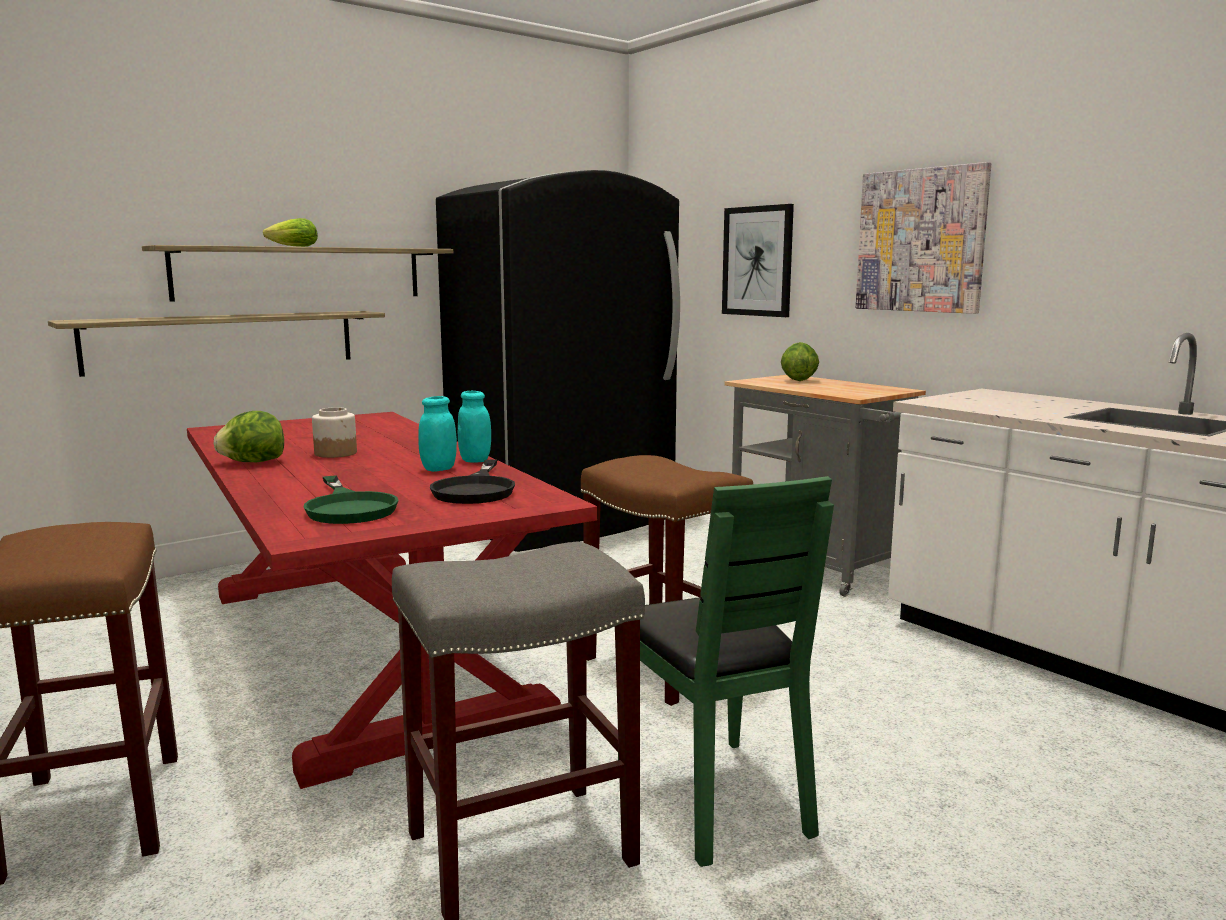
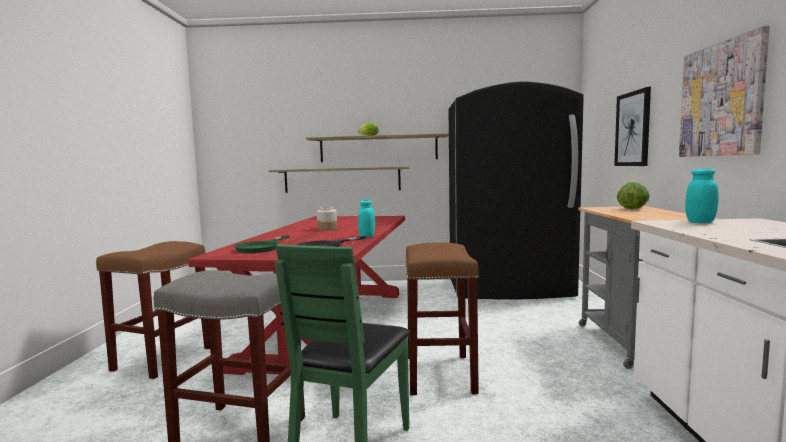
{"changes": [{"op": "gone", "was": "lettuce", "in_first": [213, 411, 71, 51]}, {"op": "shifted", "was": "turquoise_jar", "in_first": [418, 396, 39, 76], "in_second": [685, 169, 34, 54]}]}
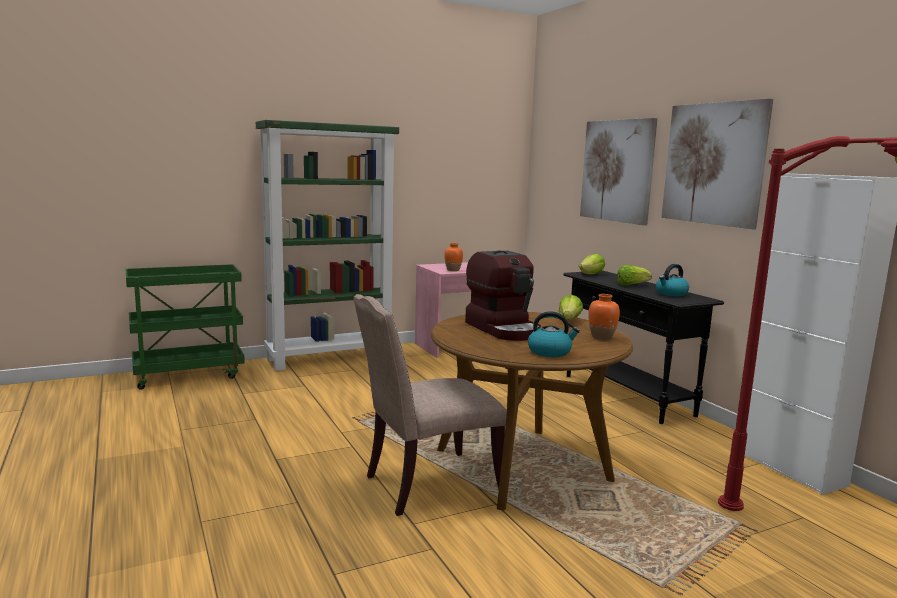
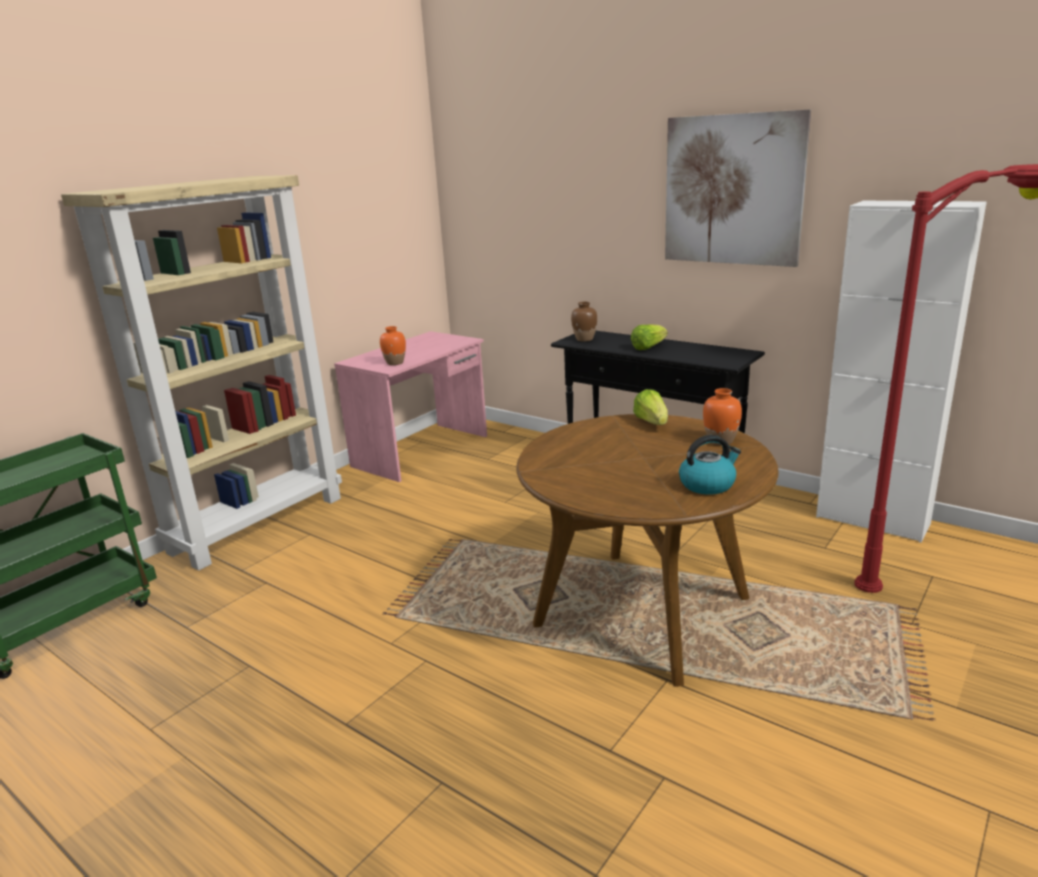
{"changes": [{"op": "repainted", "was": "green_bookcase", "now": "beige_bookcase", "in_first": [256, 120, 143, 251], "in_second": [61, 175, 281, 396]}, {"op": "gone", "was": "beige_chair", "in_first": [353, 294, 154, 222]}, {"op": "gone", "was": "coffee_machine", "in_first": [465, 251, 76, 90]}, {"op": "swapped", "was": "lettuce", "now": "brown_vase", "in_first": [579, 254, 26, 20], "in_second": [571, 302, 26, 40]}, {"op": "gone", "was": "picture", "in_first": [580, 118, 78, 108]}, {"op": "gone", "was": "kettle", "in_first": [656, 264, 33, 32]}]}
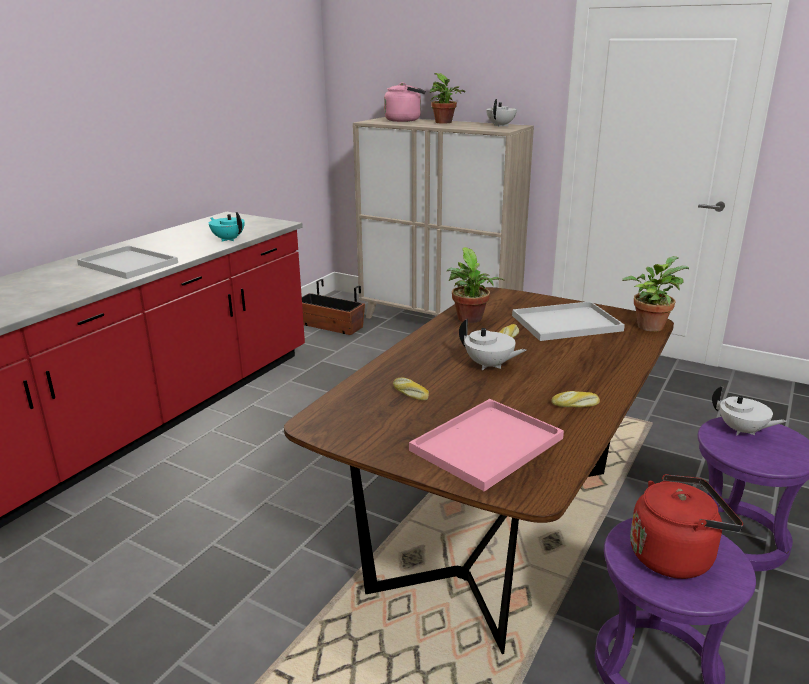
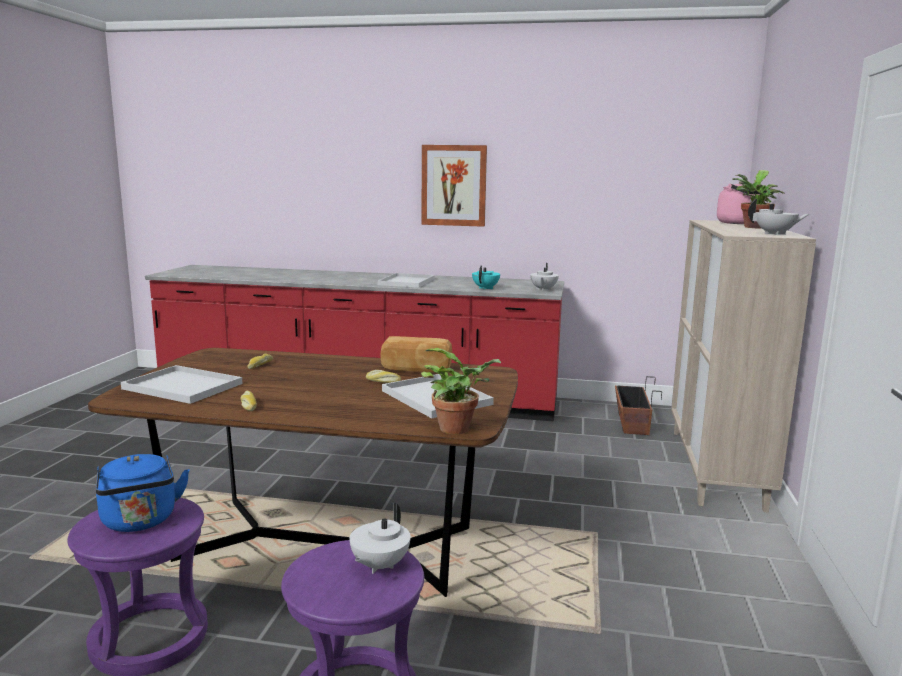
{"changes": [{"op": "repainted", "was": "pink_tray", "now": "white_tray", "in_first": [409, 399, 155, 92], "in_second": [121, 365, 121, 39]}, {"op": "swapped", "was": "potted_plant", "now": "bread", "in_first": [447, 247, 58, 76], "in_second": [380, 336, 72, 36]}, {"op": "shifted", "was": "white_teapot", "in_first": [459, 319, 67, 51], "in_second": [530, 263, 29, 28]}, {"op": "repainted", "was": "red_kettle", "now": "blue_kettle", "in_first": [630, 474, 113, 105], "in_second": [96, 454, 94, 78]}, {"op": "new", "now": "picture", "in_second": [421, 145, 66, 82]}]}
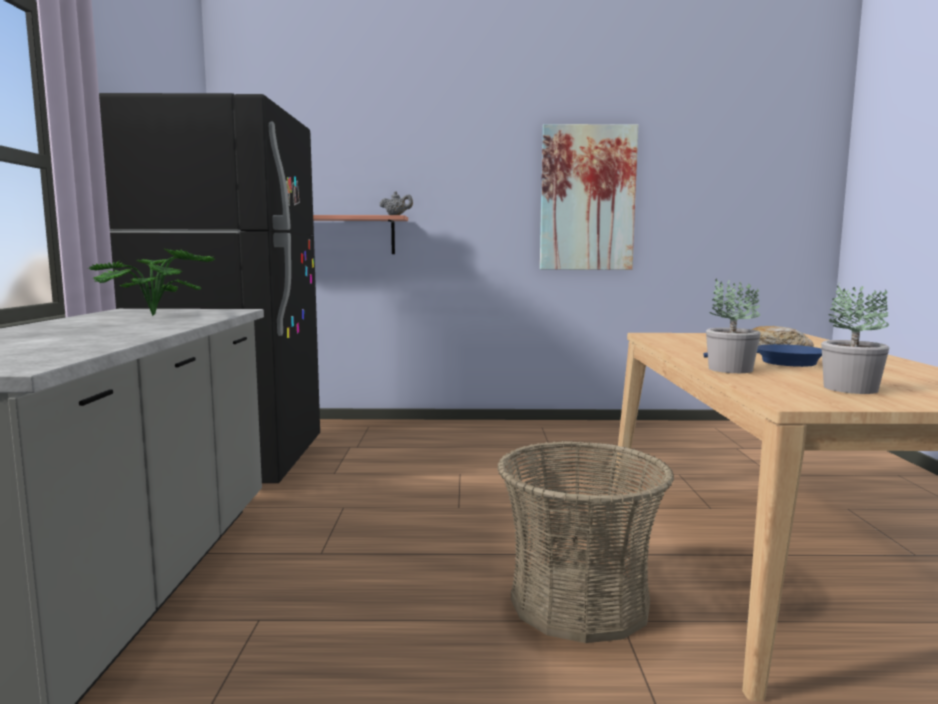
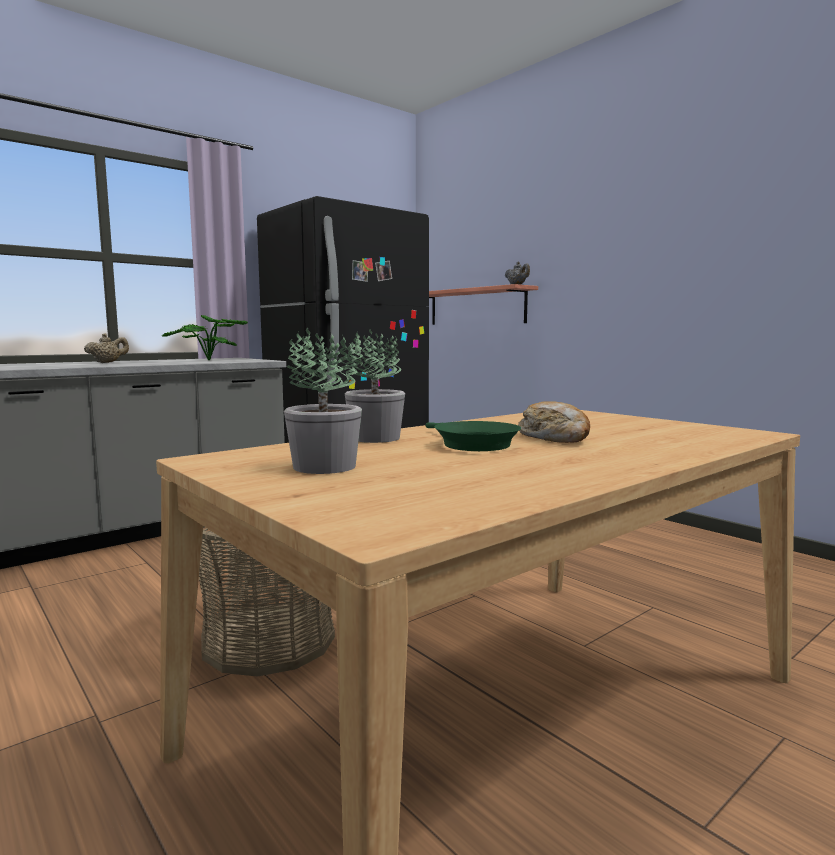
{"changes": [{"op": "gone", "was": "picture", "in_first": [540, 124, 98, 146]}, {"op": "repainted", "was": "blue_frying_pan", "now": "green_frying_pan", "in_first": [704, 344, 118, 23], "in_second": [426, 421, 95, 30]}, {"op": "new", "now": "beige_teapot", "in_second": [84, 333, 45, 30]}]}
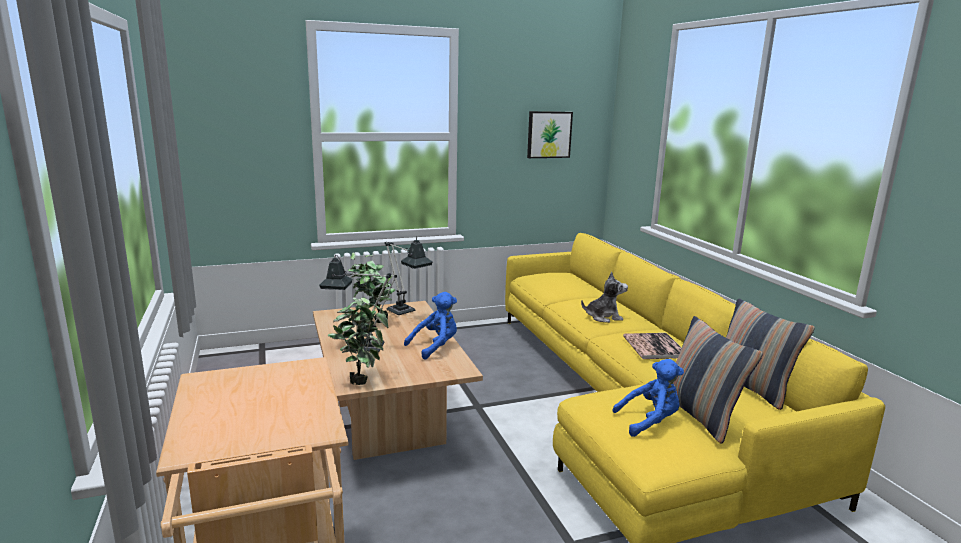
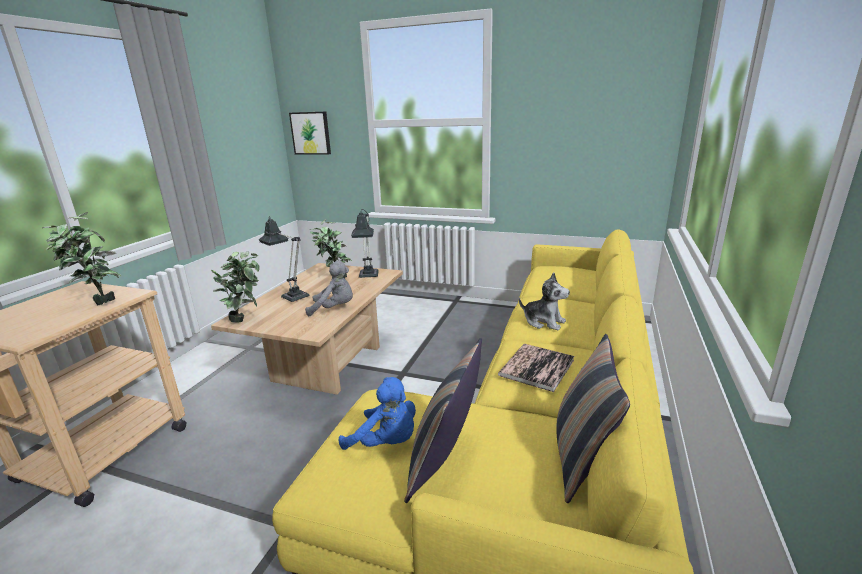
{"changes": [{"op": "repainted", "was": "blue_plush_toy", "now": "grey_plush_toy", "in_first": [404, 292, 53, 68], "in_second": [305, 261, 48, 56]}, {"op": "shifted", "was": "picture", "in_first": [527, 111, 46, 47], "in_second": [289, 111, 42, 43]}, {"op": "new", "now": "potted_plant", "in_second": [42, 212, 79, 93]}]}
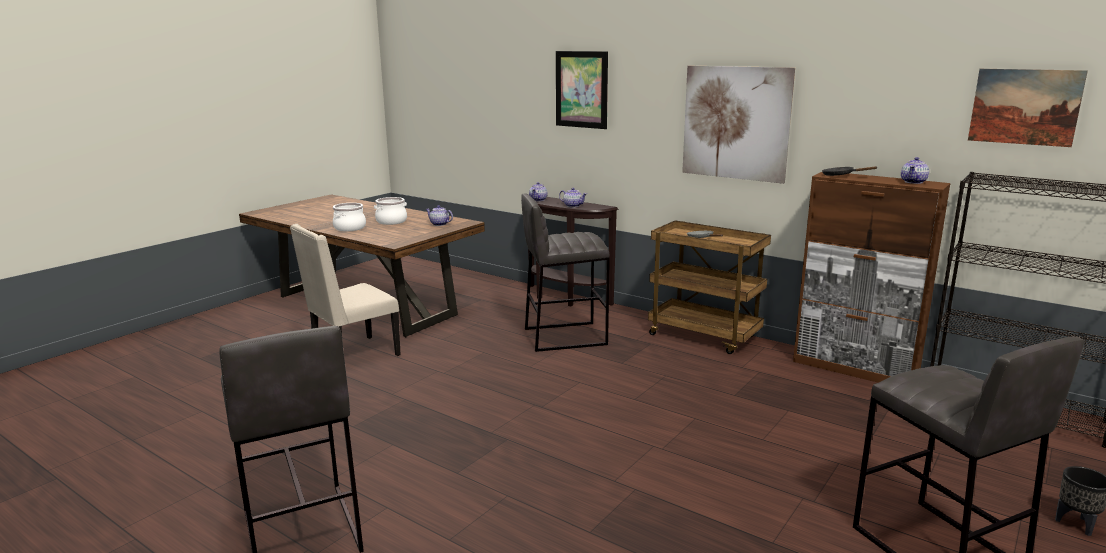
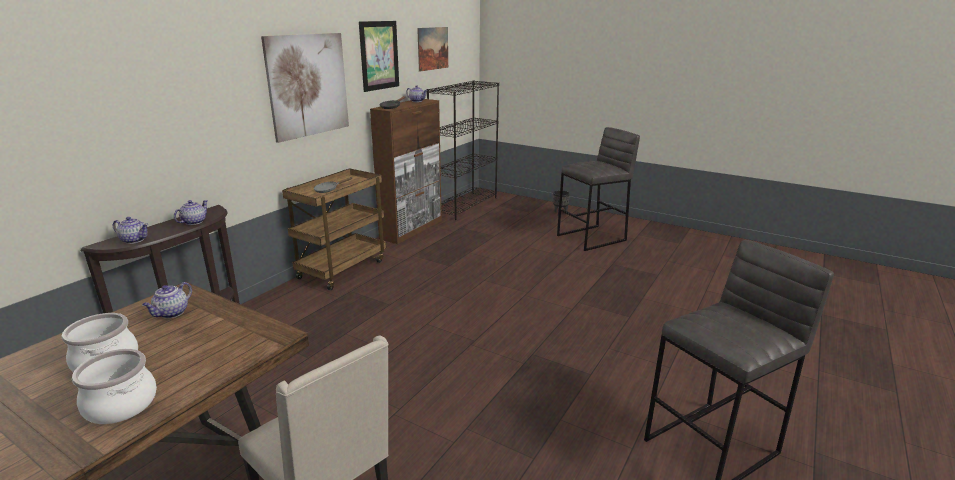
{"changes": [{"op": "gone", "was": "grey_stool", "in_first": [521, 193, 89, 159]}, {"op": "shifted", "was": "picture", "in_first": [556, 51, 52, 78], "in_second": [359, 21, 40, 71]}]}
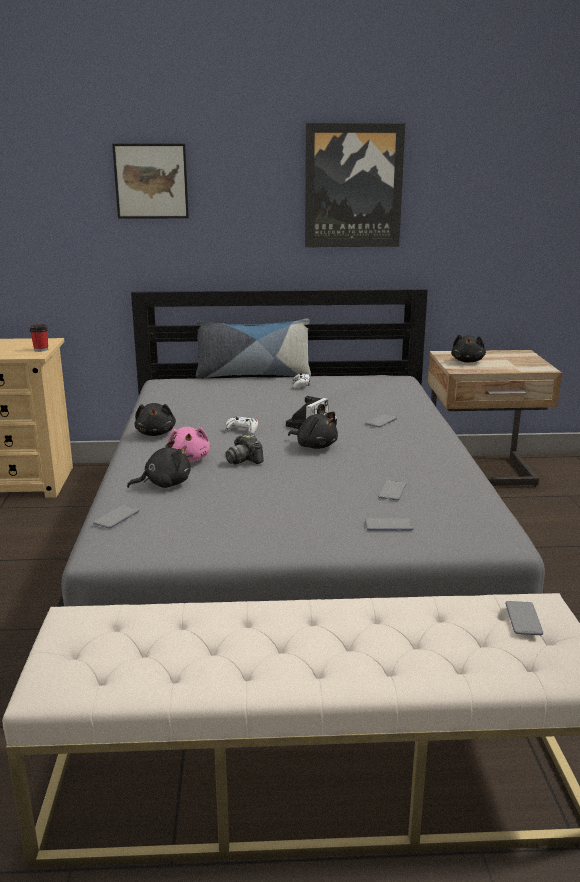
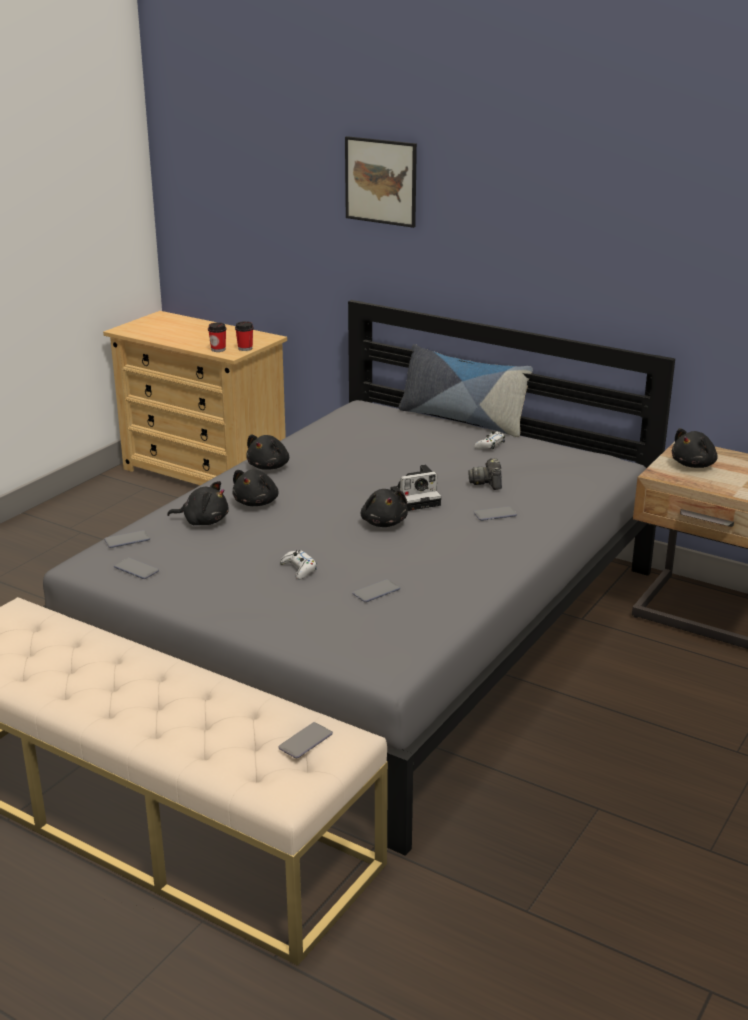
{"changes": [{"op": "repainted", "was": "pink_plush_toy", "now": "black_plush_toy", "in_first": [168, 427, 42, 35], "in_second": [232, 469, 47, 37]}, {"op": "shifted", "was": "white_game_controller", "in_first": [225, 417, 33, 17], "in_second": [280, 550, 37, 30]}, {"op": "shifted", "was": "photo_camera", "in_first": [226, 434, 38, 31], "in_second": [468, 458, 34, 32]}, {"op": "gone", "was": "picture", "in_first": [305, 123, 100, 124]}, {"op": "shifted", "was": "phone", "in_first": [365, 518, 49, 13], "in_second": [114, 558, 45, 21]}, {"op": "new", "now": "cup", "in_second": [208, 322, 19, 30]}]}
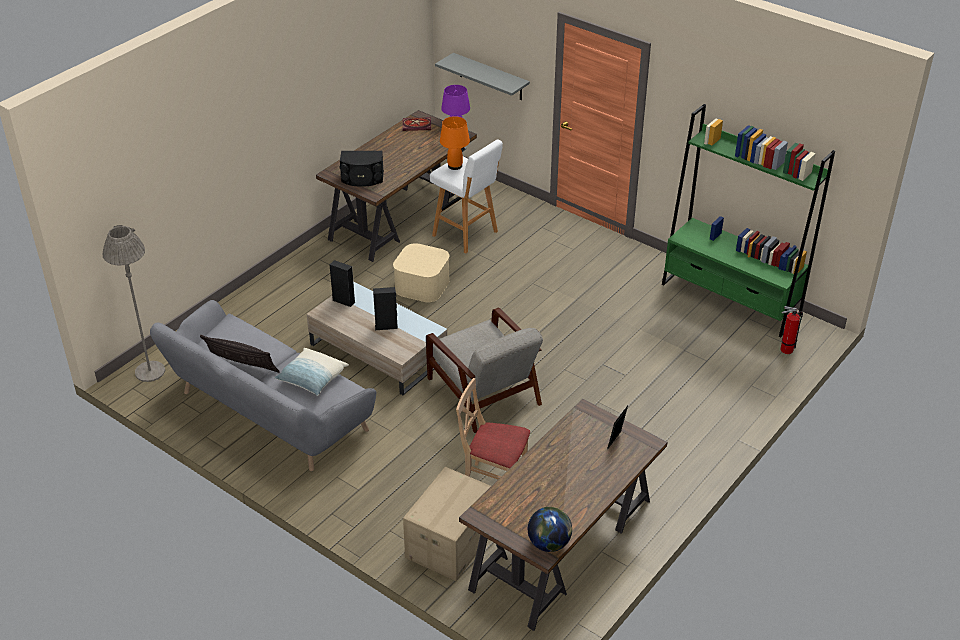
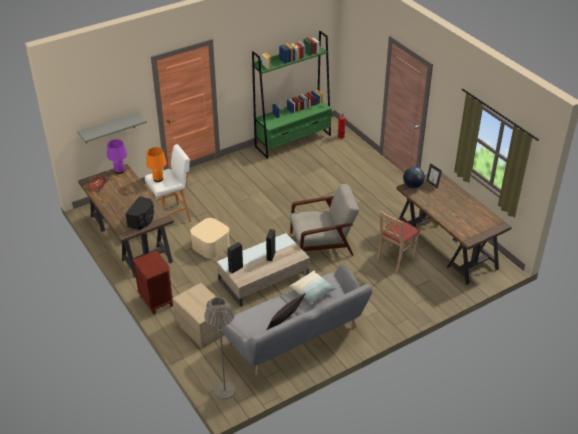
{"changes": [{"op": "shifted", "was": "cardboard_box", "in_first": [403, 467, 88, 114], "in_second": [172, 283, 52, 65]}, {"op": "shifted", "was": "globe", "in_first": [528, 507, 44, 45], "in_second": [403, 167, 22, 21]}, {"op": "new", "now": "brown_nightstand", "in_second": [133, 251, 40, 63]}]}
